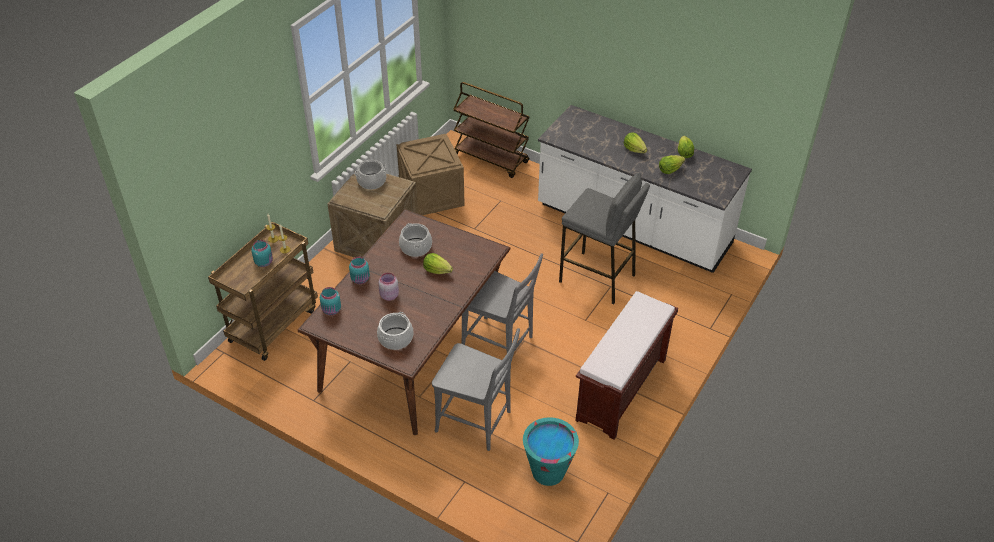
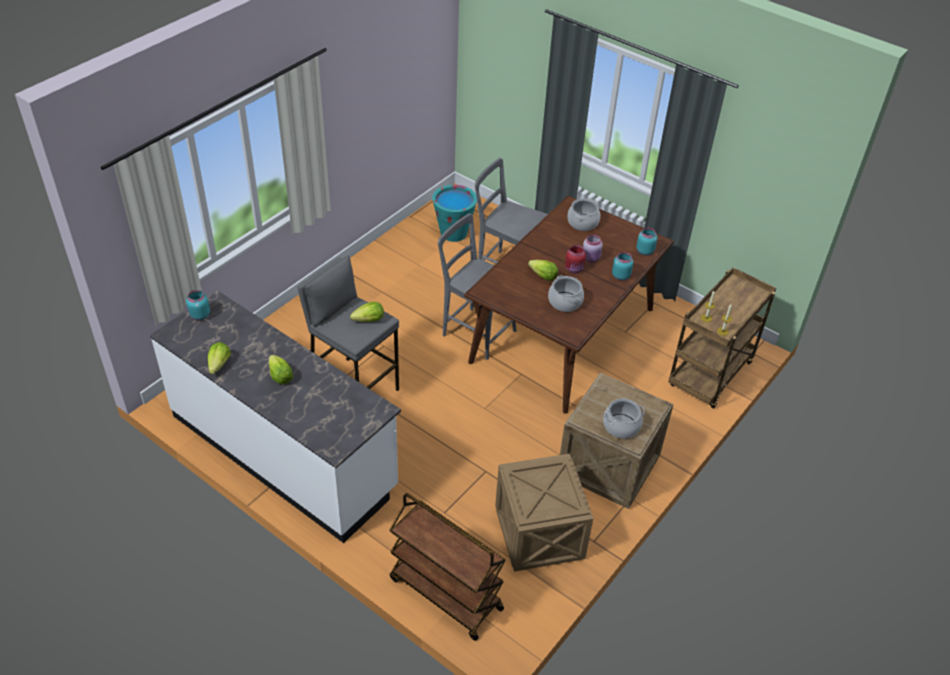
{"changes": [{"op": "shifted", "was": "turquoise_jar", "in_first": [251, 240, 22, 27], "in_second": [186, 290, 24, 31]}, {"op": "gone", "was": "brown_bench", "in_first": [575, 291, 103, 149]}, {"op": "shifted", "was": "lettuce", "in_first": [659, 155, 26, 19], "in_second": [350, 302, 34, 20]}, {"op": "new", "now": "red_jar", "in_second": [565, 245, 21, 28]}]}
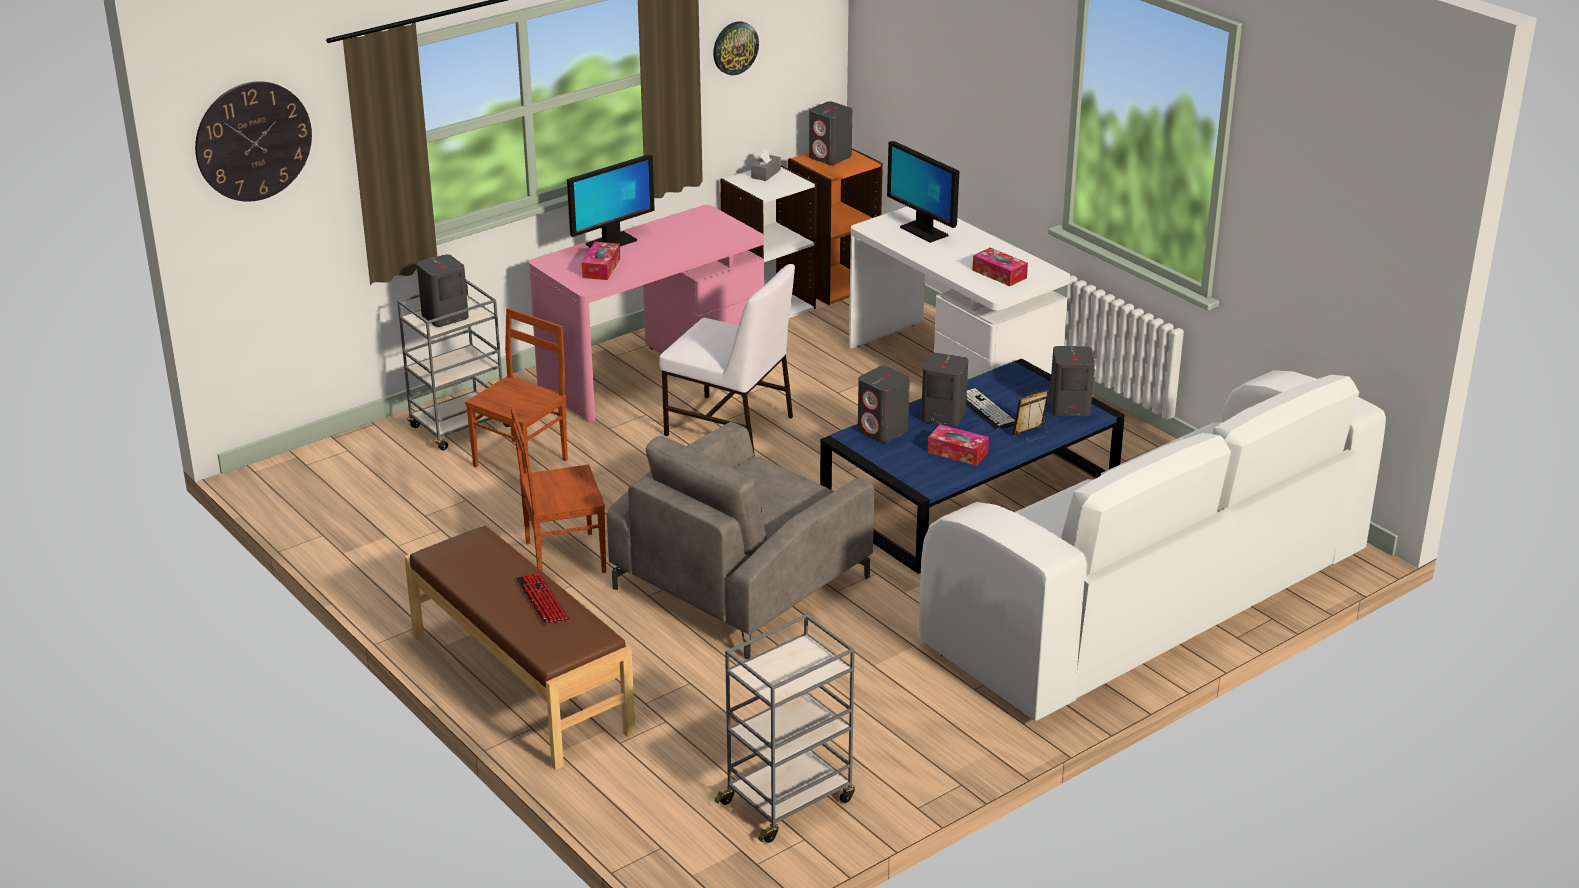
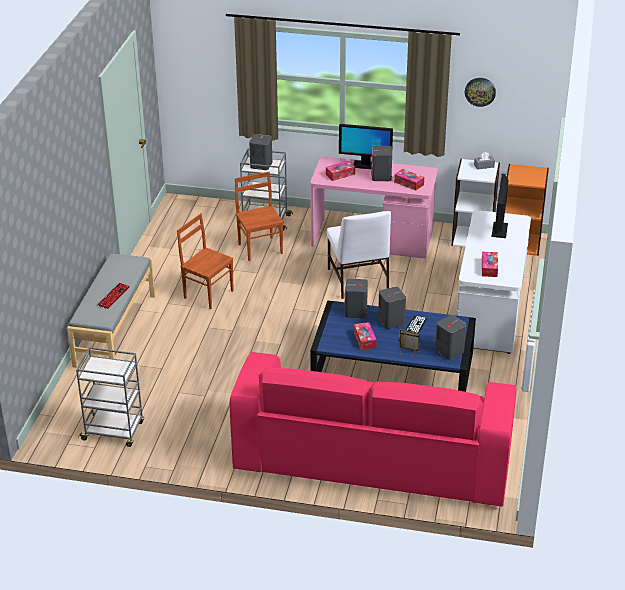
{"changes": [{"op": "gone", "was": "wall_clock", "in_first": [195, 81, 117, 121]}, {"op": "repainted", "was": "brown_bench", "now": "grey_bench", "in_first": [404, 526, 231, 244], "in_second": [67, 253, 88, 115]}, {"op": "rotated", "was": "brown_chair", "in_first": [465, 308, 103, 166], "in_second": [235, 172, 48, 89], "clockwise": -105}, {"op": "gone", "was": "grey_armchair", "in_first": [607, 422, 267, 237]}, {"op": "shifted", "was": "grey_speaker", "in_first": [809, 102, 43, 63], "in_second": [371, 146, 21, 35]}, {"op": "repainted", "was": "white_sofa", "now": "pink_sofa", "in_first": [918, 370, 468, 351], "in_second": [230, 352, 287, 155]}, {"op": "new", "now": "tissue_box", "in_second": [394, 169, 30, 22]}]}
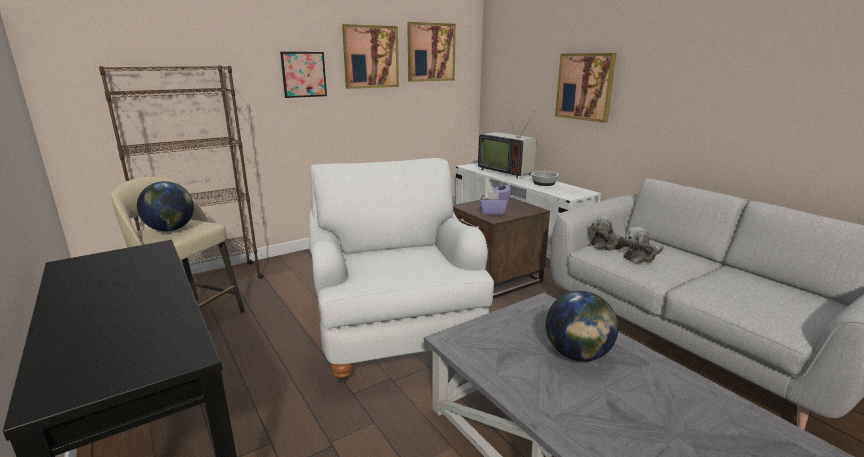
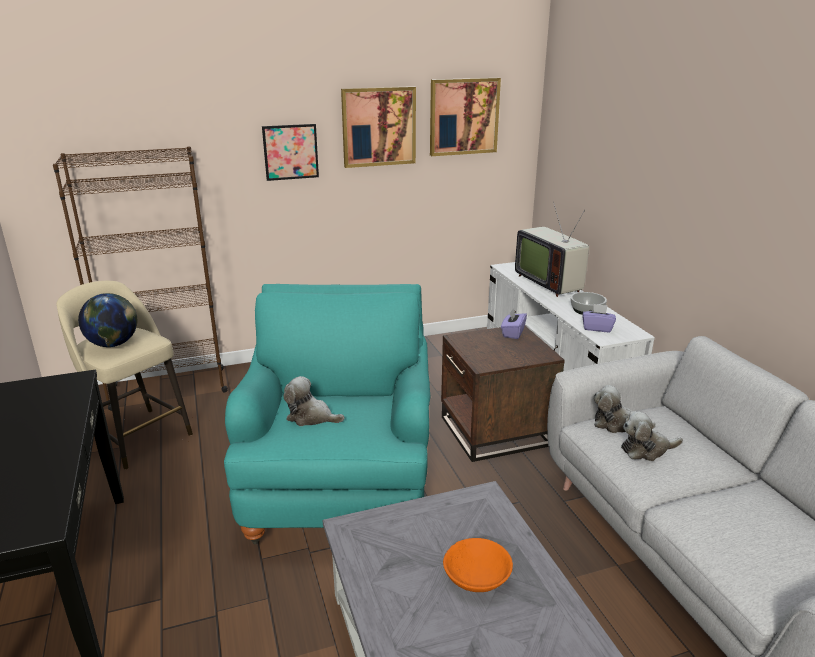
{"changes": [{"op": "repainted", "was": "white_armchair", "now": "turquoise_armchair", "in_first": [308, 158, 186, 225], "in_second": [224, 284, 207, 260]}, {"op": "shifted", "was": "purple_tissue_box", "in_first": [479, 192, 29, 23], "in_second": [582, 304, 34, 28]}, {"op": "swapped", "was": "globe", "now": "orange_bowl", "in_first": [545, 291, 73, 71], "in_second": [443, 538, 70, 54]}, {"op": "gone", "was": "picture", "in_first": [555, 53, 62, 70]}, {"op": "new", "now": "plush_toy", "in_second": [283, 376, 61, 50]}]}
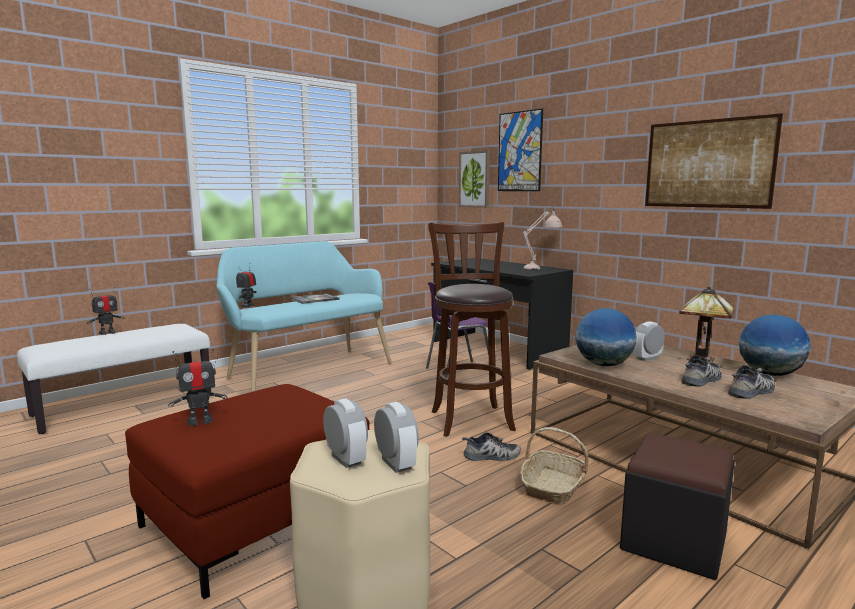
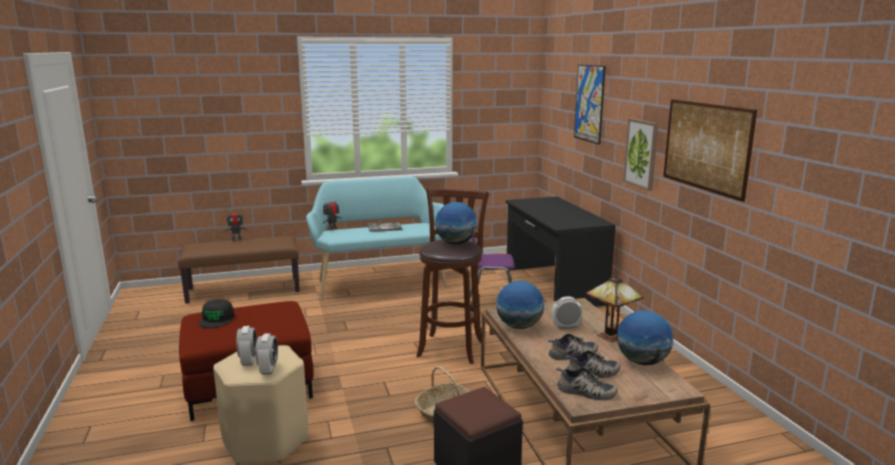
{"changes": [{"op": "repainted", "was": "white_bench", "now": "brown_bench", "in_first": [17, 324, 194, 110], "in_second": [178, 236, 122, 68]}, {"op": "swapped", "was": "toy_robot", "now": "black_cap", "in_first": [168, 349, 59, 77], "in_second": [198, 299, 36, 29]}, {"op": "shifted", "was": "picture", "in_first": [459, 150, 31, 58], "in_second": [623, 118, 35, 73]}, {"op": "shifted", "was": "shoe", "in_first": [462, 432, 59, 29], "in_second": [556, 367, 61, 33]}, {"op": "gone", "was": "beige_table_lamp", "in_first": [523, 207, 39, 63]}, {"op": "new", "now": "globe", "in_second": [435, 202, 42, 42]}]}
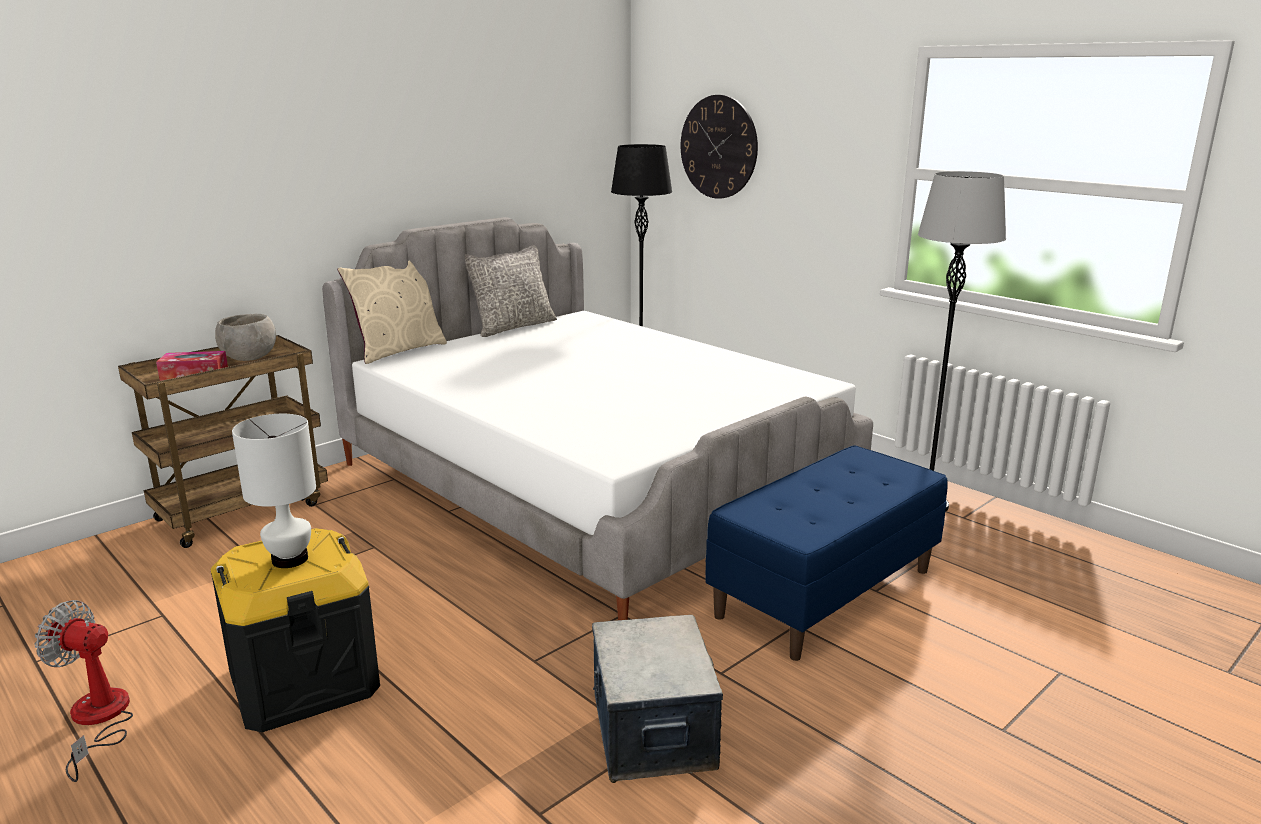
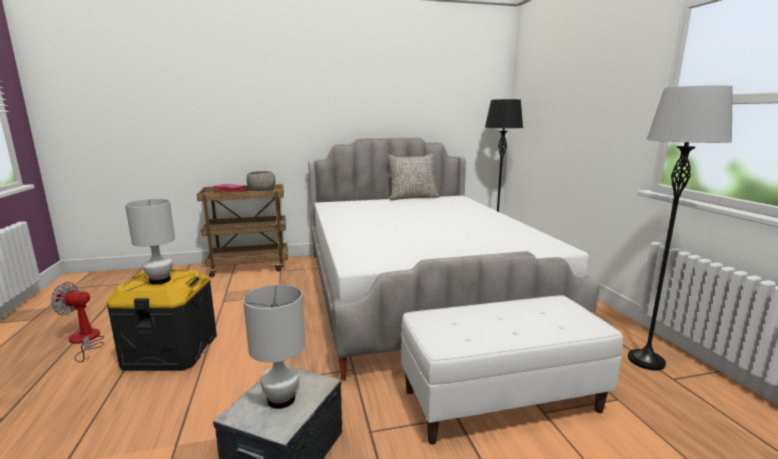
{"changes": [{"op": "rotated", "was": "fan", "in_first": [35, 600, 98, 182], "in_second": [51, 282, 53, 80], "clockwise": -45}, {"op": "gone", "was": "beige_pillow", "in_first": [338, 260, 109, 104]}, {"op": "gone", "was": "wall_clock", "in_first": [681, 95, 77, 104]}, {"op": "repainted", "was": "blue_bench", "now": "white_bench", "in_first": [705, 445, 243, 216], "in_second": [401, 295, 222, 150]}, {"op": "new", "now": "white_table_lamp", "in_second": [243, 285, 62, 124]}]}
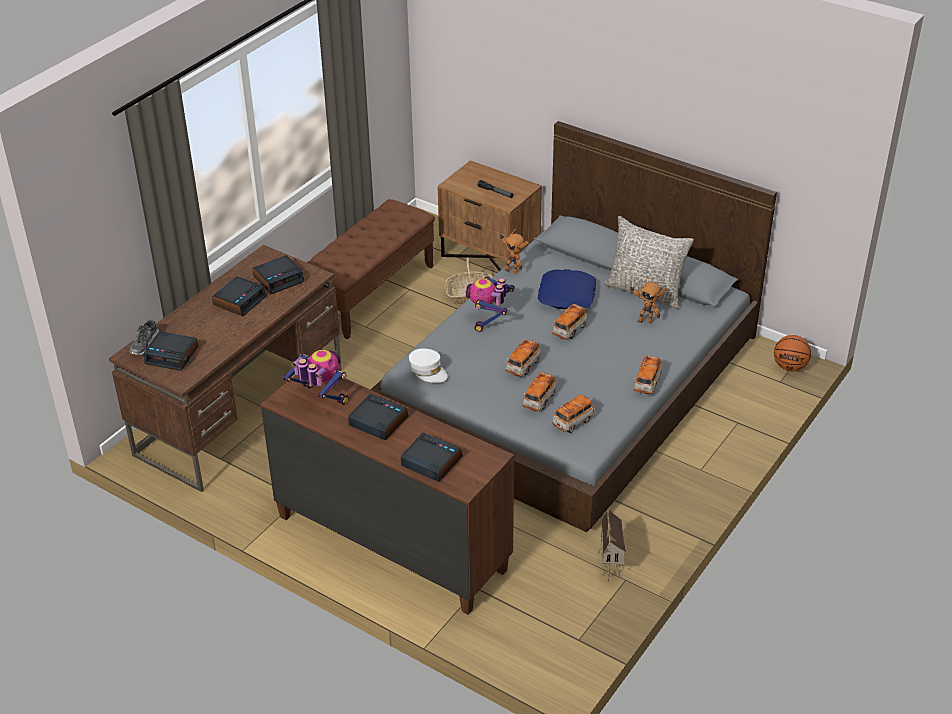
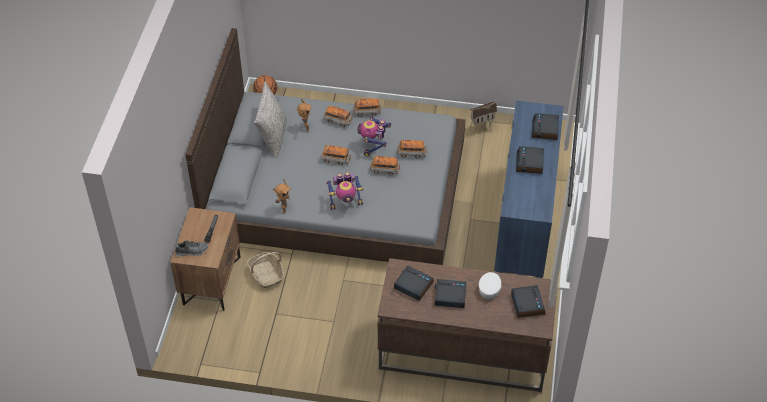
{"changes": [{"op": "shifted", "was": "shoe", "in_first": [130, 319, 29, 36], "in_second": [175, 240, 33, 17]}, {"op": "repainted", "was": "brown_dresser", "now": "blue_dresser", "in_first": [260, 375, 254, 240], "in_second": [494, 101, 70, 177]}, {"op": "shifted", "was": "toy_robot", "in_first": [283, 350, 65, 55], "in_second": [357, 117, 34, 39]}, {"op": "gone", "was": "brown_bench", "in_first": [307, 199, 128, 140]}, {"op": "shifted", "was": "white_cap", "in_first": [409, 349, 39, 34], "in_second": [479, 272, 22, 27]}, {"op": "gone", "was": "blue_pillow", "in_first": [538, 269, 58, 40]}, {"op": "shifted", "was": "toy_car", "in_first": [552, 395, 43, 38], "in_second": [323, 106, 29, 21]}]}
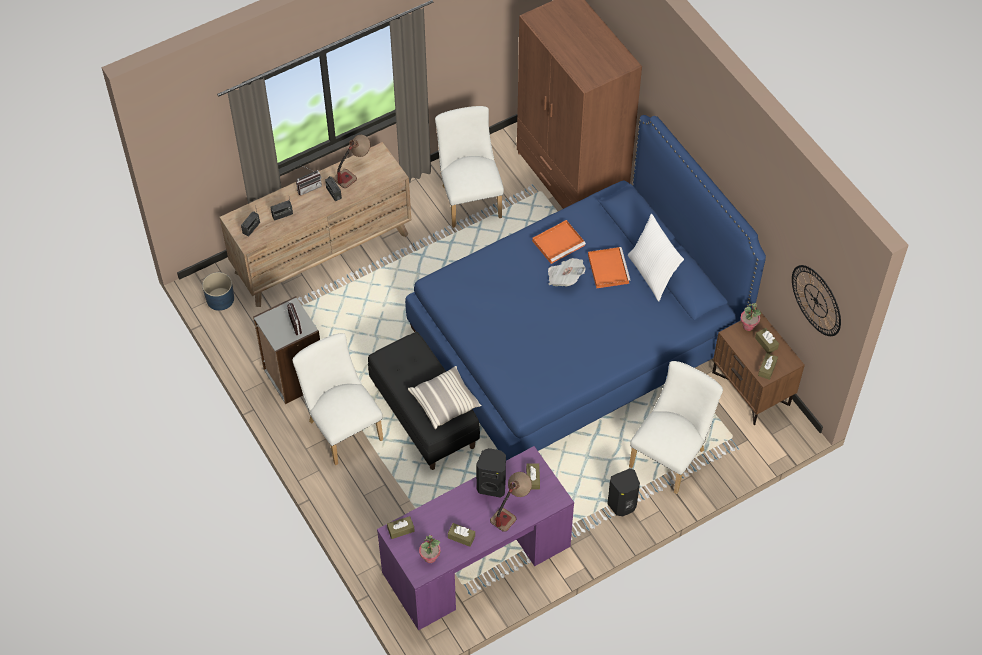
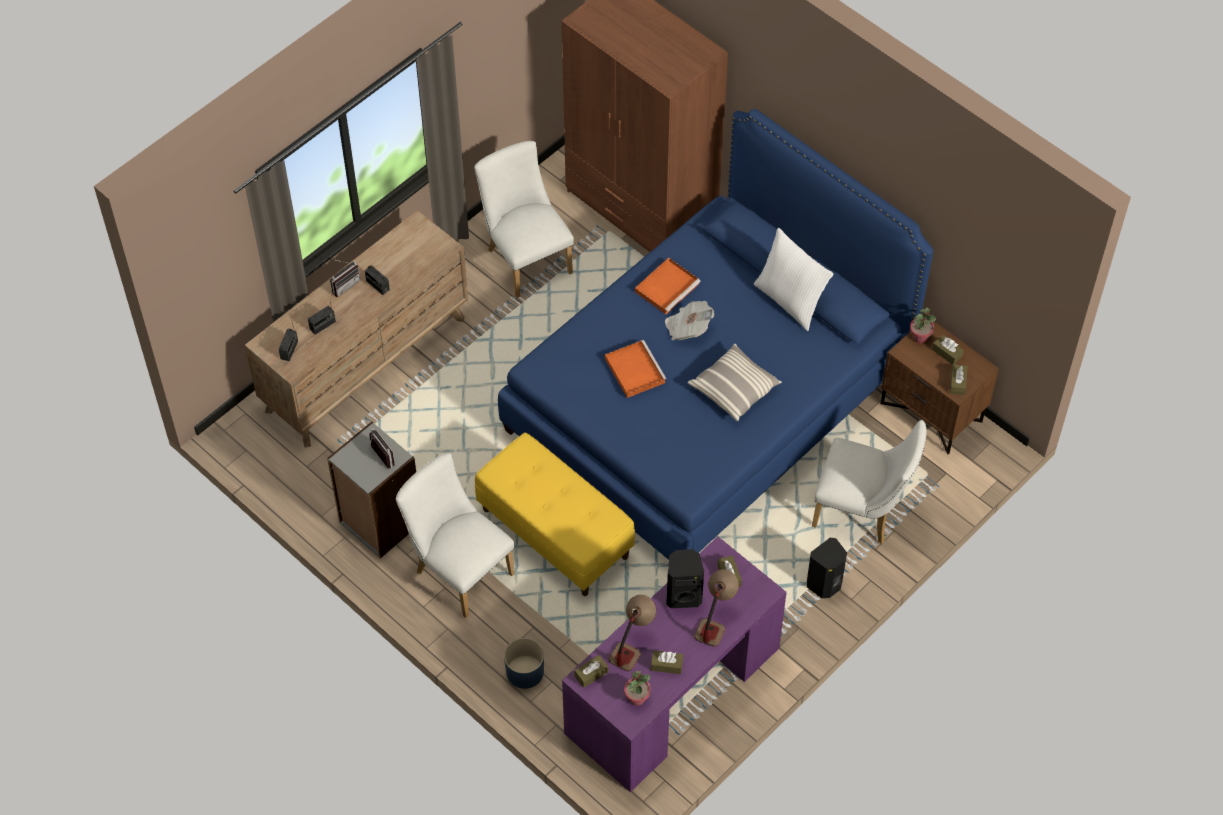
{"changes": [{"op": "shifted", "was": "blue_planter", "in_first": [202, 272, 32, 39], "in_second": [504, 638, 40, 51]}, {"op": "shifted", "was": "table_lamp", "in_first": [333, 135, 37, 53], "in_second": [609, 595, 47, 76]}, {"op": "repainted", "was": "black_bench", "now": "yellow_bench", "in_first": [368, 332, 112, 138], "in_second": [475, 433, 160, 163]}, {"op": "shifted", "was": "pillow", "in_first": [408, 366, 74, 63], "in_second": [688, 344, 94, 77]}, {"op": "shifted", "was": "orange_tray", "in_first": [588, 247, 43, 42], "in_second": [605, 340, 62, 58]}, {"op": "rotated", "was": "white_chair", "in_first": [629, 361, 94, 133], "in_second": [812, 420, 115, 124], "clockwise": 90}, {"op": "gone", "was": "wall_clock", "in_first": [792, 265, 49, 71]}]}
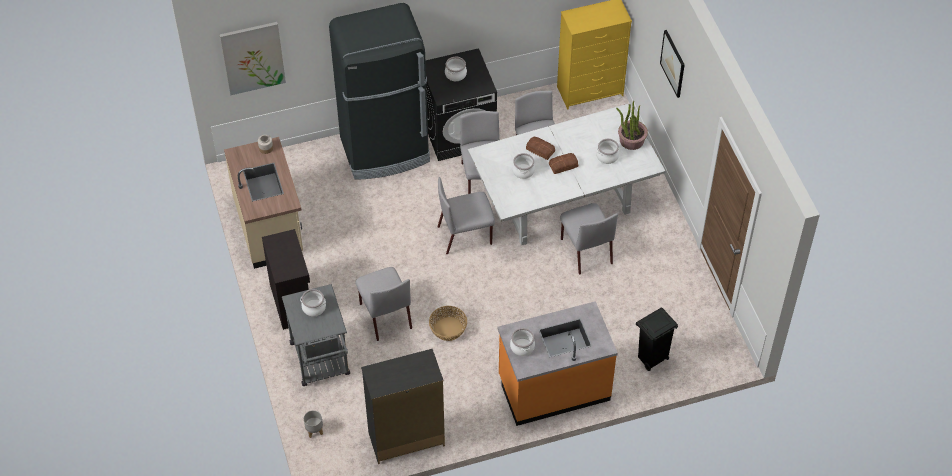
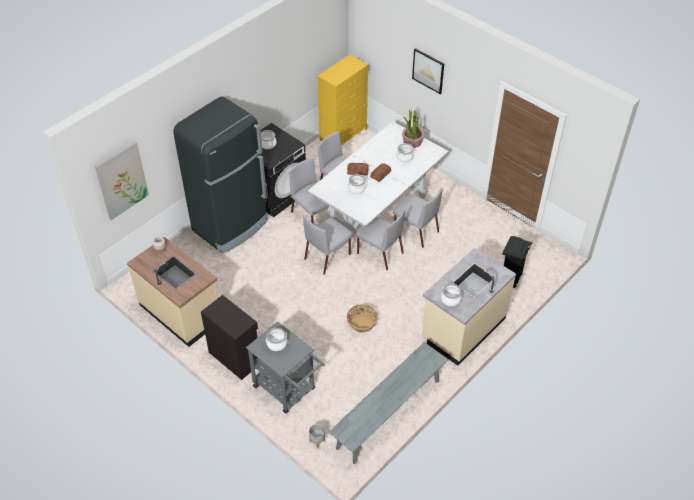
{"changes": [{"op": "shifted", "was": "grey_chair", "in_first": [355, 267, 57, 74], "in_second": [355, 209, 50, 61]}, {"op": "swapped", "was": "black_dresser", "now": "grey_bench", "in_first": [361, 349, 84, 115], "in_second": [328, 342, 120, 122]}, {"op": "repainted", "was": "orange_counter", "now": "beige_counter", "in_first": [498, 301, 120, 125], "in_second": [422, 248, 94, 118]}]}
